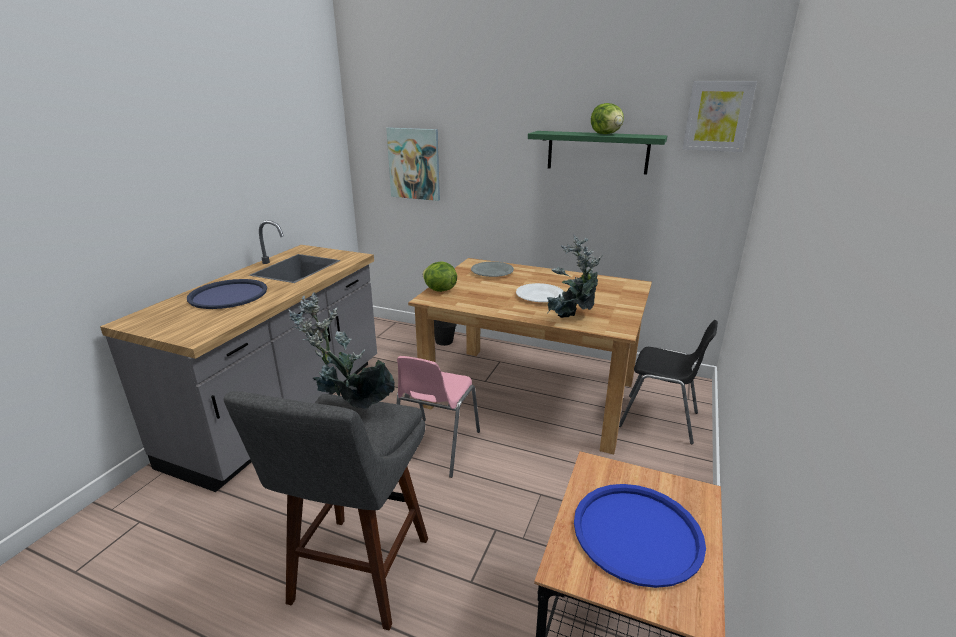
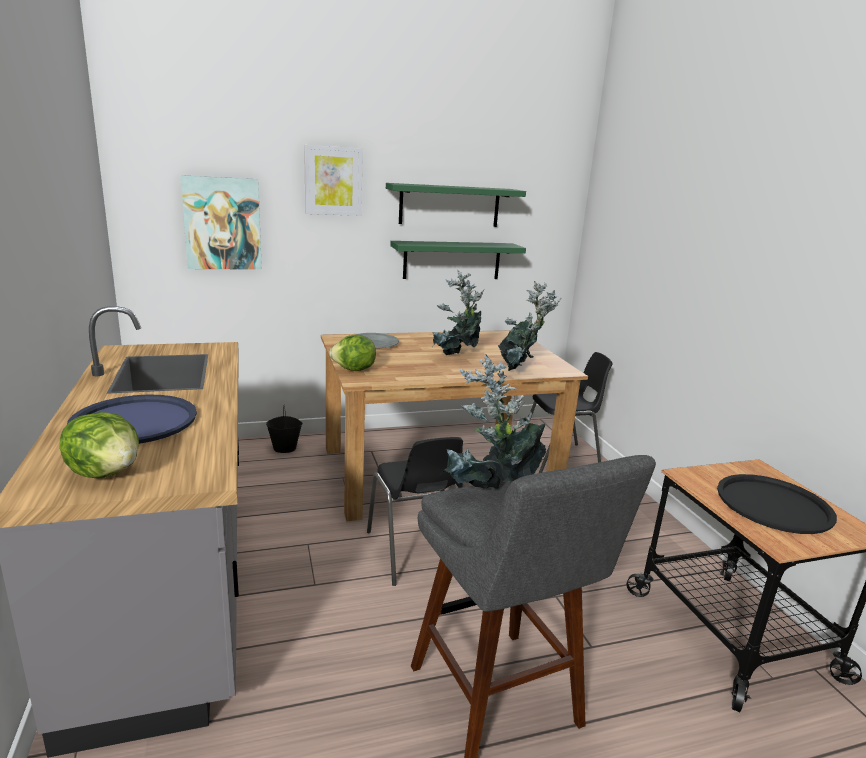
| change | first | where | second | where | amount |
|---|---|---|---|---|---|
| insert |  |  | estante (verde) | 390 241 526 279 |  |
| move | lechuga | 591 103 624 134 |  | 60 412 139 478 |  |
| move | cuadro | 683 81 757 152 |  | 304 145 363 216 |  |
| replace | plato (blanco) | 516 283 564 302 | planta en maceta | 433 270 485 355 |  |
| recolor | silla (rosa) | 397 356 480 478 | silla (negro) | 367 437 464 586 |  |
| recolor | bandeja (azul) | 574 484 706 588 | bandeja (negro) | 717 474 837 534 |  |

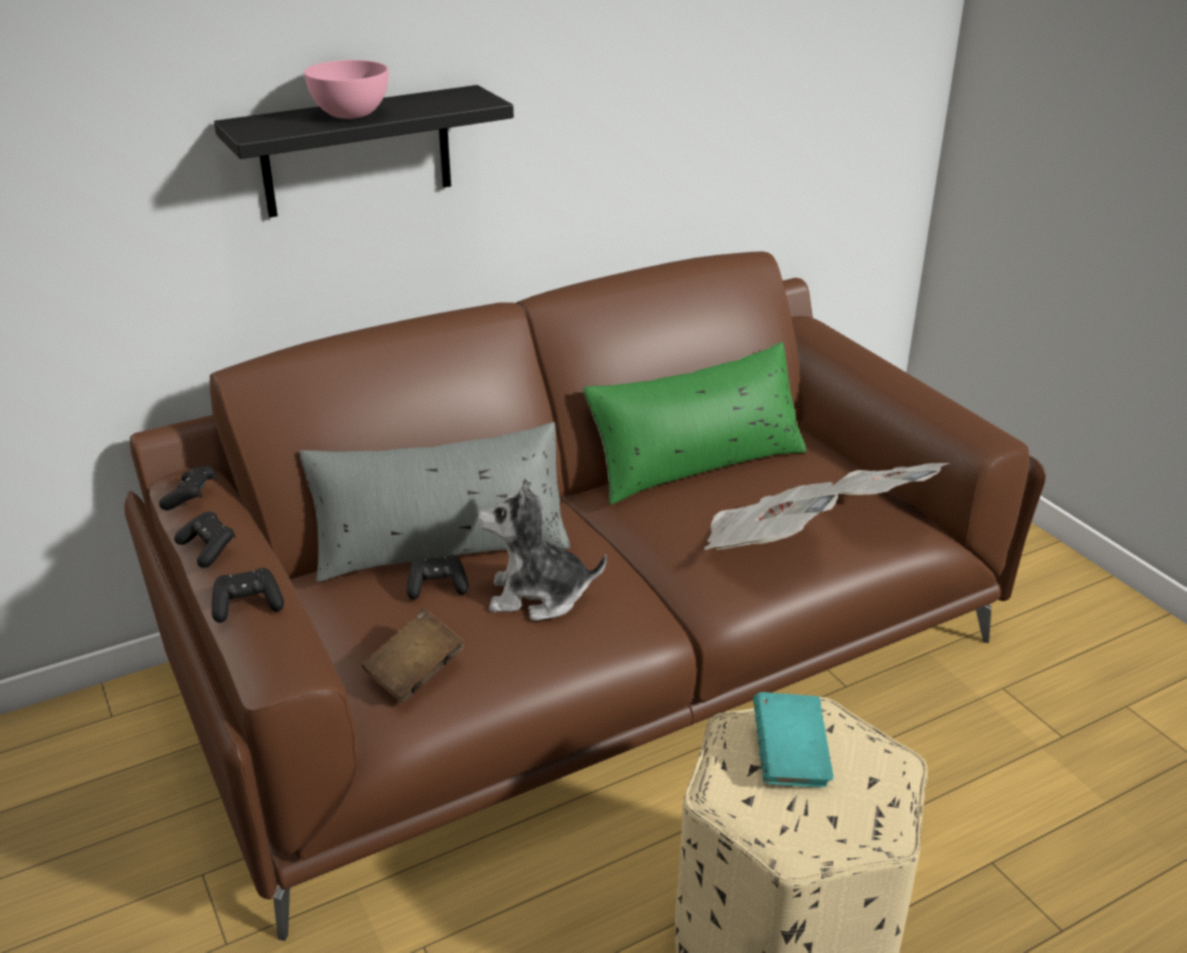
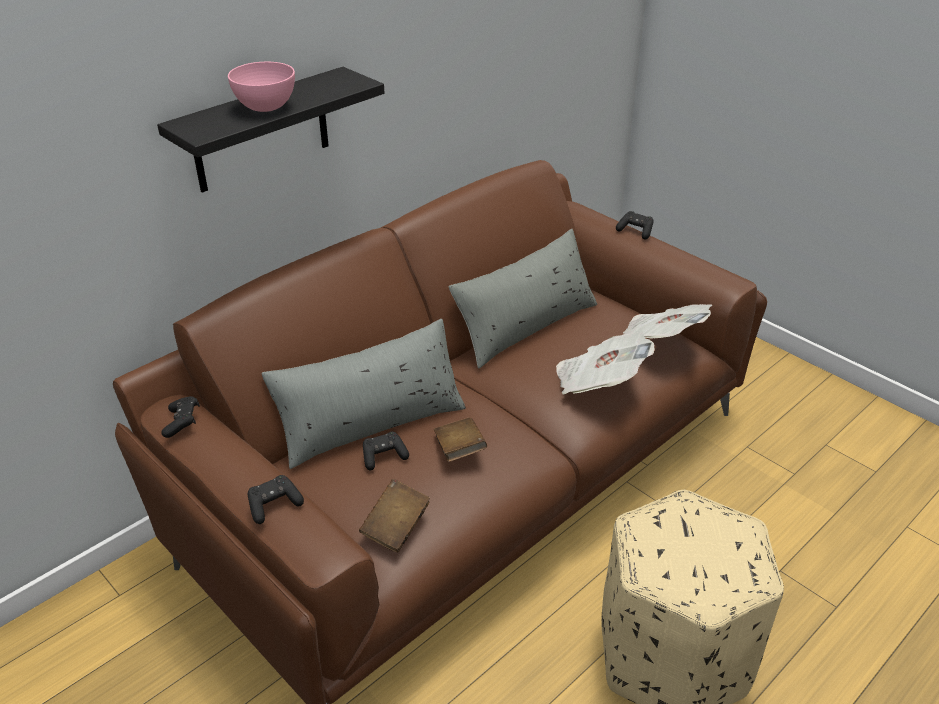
| change | first | where | second | where | amount |
|---|---|---|---|---|---|
| delete | libro (turquesa) | 753 692 834 787 |  |  |  |
| move | mando de consola (negro) | 174 512 236 568 |  | 616 211 654 240 |  |
| replace | peluche | 477 478 607 621 | libro (marrón) | 434 418 487 462 |  |
| recolor | cojín (verde) | 583 342 807 505 | cojín (gris) | 449 229 597 369 |  |

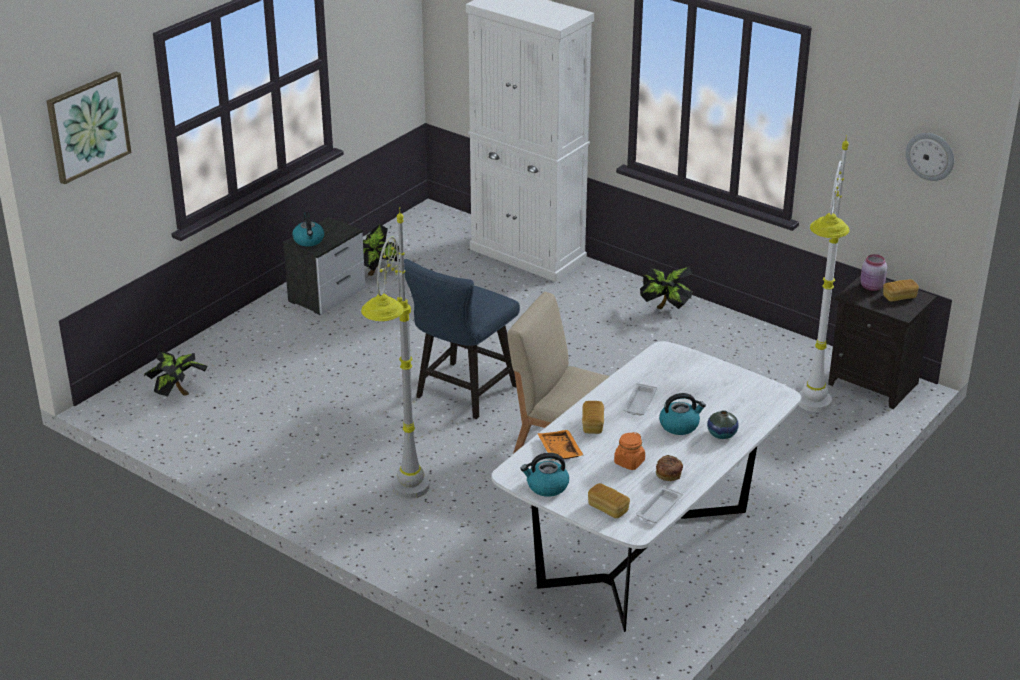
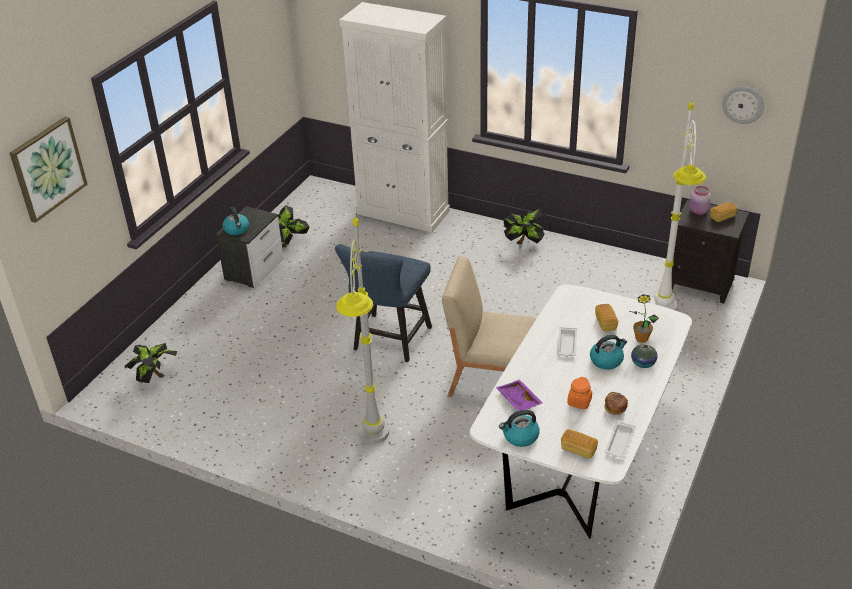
| change | first | where | second | where | amount |
|---|---|---|---|---|---|
| insert |  |  | planta en maceta | 630 294 659 343 |  |
| move | pan | 582 401 604 434 |  | 595 304 618 331 |  |
| recolor | bandeja (naranja) | 537 430 584 460 | bandeja (morado) | 496 380 543 411 |  |

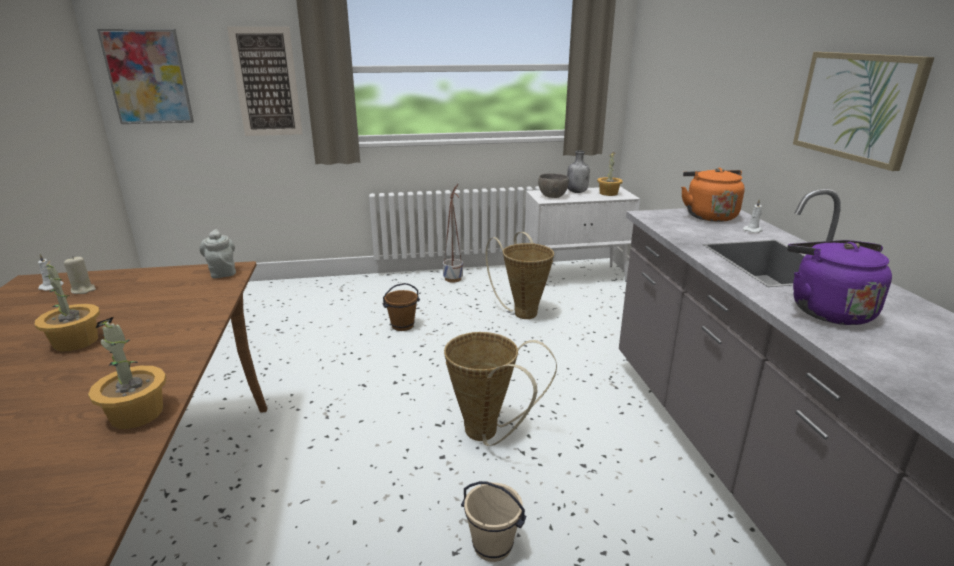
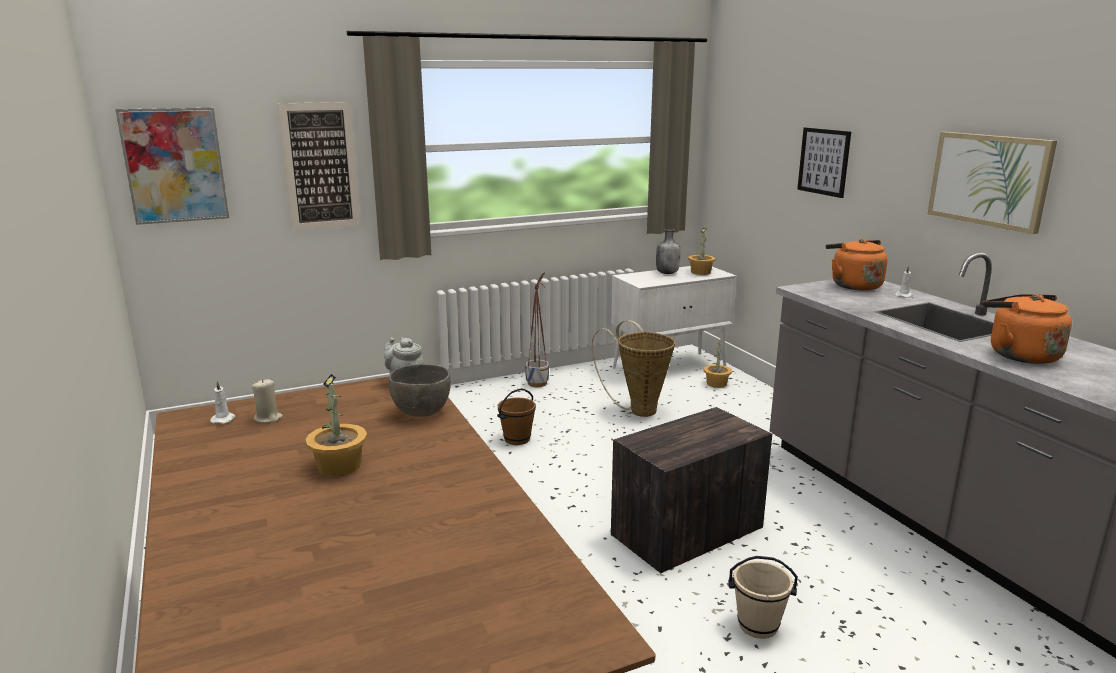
| change | first | where | second | where | amount |
|---|---|---|---|---|---|
| insert |  |  | cuadro | 797 128 851 198 |  |
| move | planta en maceta | 88 317 166 429 |  | 704 341 732 388 |  |
| move | cuenco (gris) | 538 173 569 198 |  | 388 364 451 417 |  |
| replace | cesta | 444 332 557 446 | caja de embalaje | 611 407 772 573 |  |
| recolor | hervidor (morado) | 787 240 892 325 | hervidor (naranja) | 983 294 1072 364 |  |

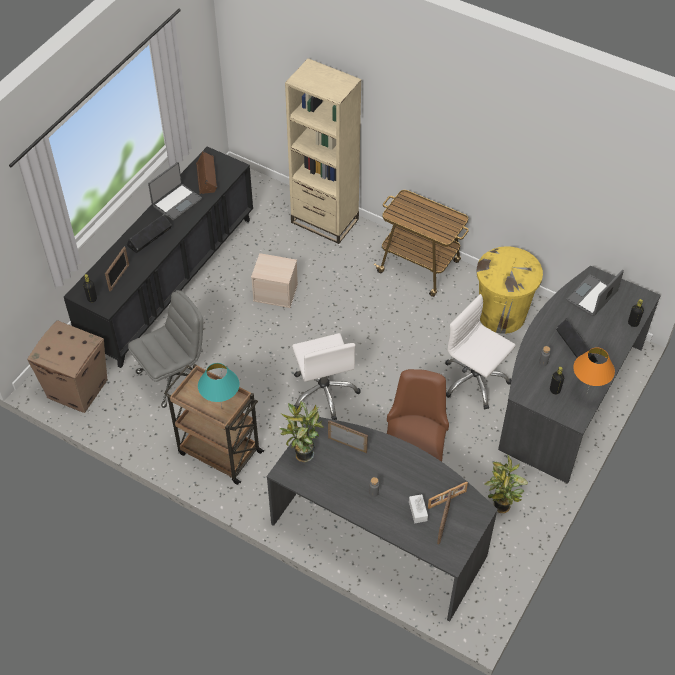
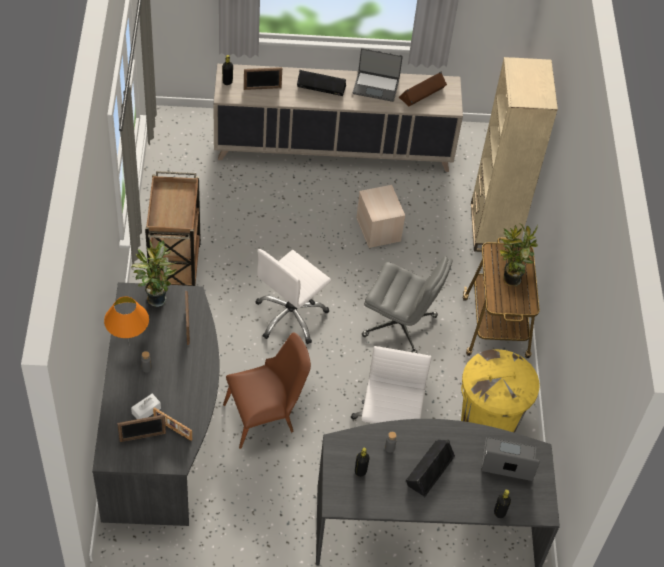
| change | first | where | second | where | amount |
|---|---|---|---|---|---|
| delete | caja de cartón | 27 320 108 413 |  |  |  |
| delete | lámpara de mesa (turquesa) | 198 363 239 407 |  |  |  |
| move | silla de oficina (gris) | 128 290 203 408 |  | 362 256 452 353 |  |
| move | planta en maceta | 485 455 528 513 |  | 500 223 538 287 |  |
| move | lámpara de mesa (naranja) | 573 347 615 393 |  | 104 296 149 347 |  |
| recolor | armario (negro) | 64 147 253 368 | armario (beis) | 213 64 463 172 |  |

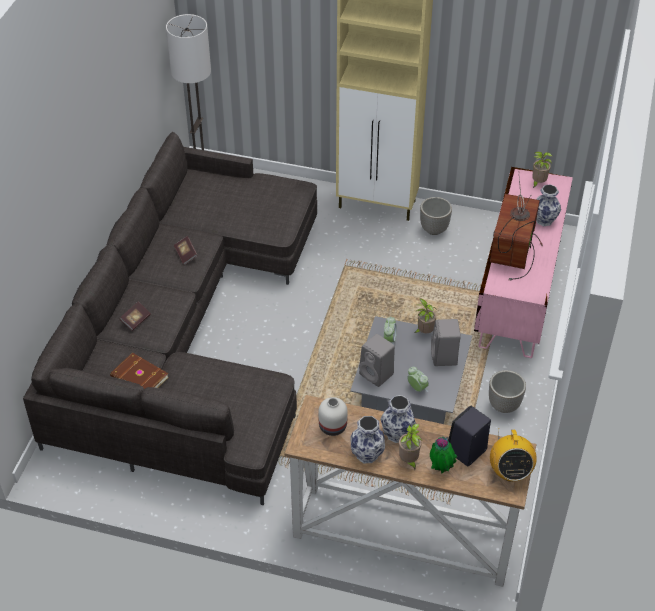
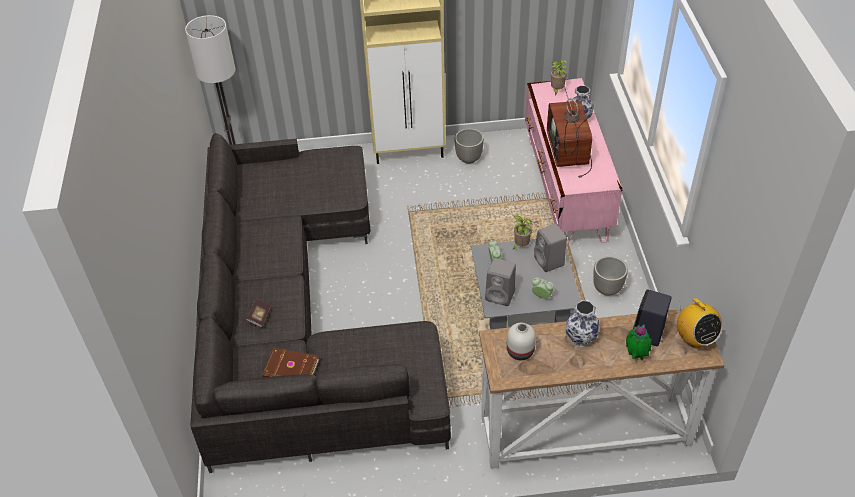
| change | first | where | second | where | amount |
|---|---|---|---|---|---|
| delete | libro | 174 236 198 265 |  |  |  |
| delete | florero | 350 416 385 463 |  |  |  |
| delete | planta en maceta | 399 424 422 469 |  |  |  |

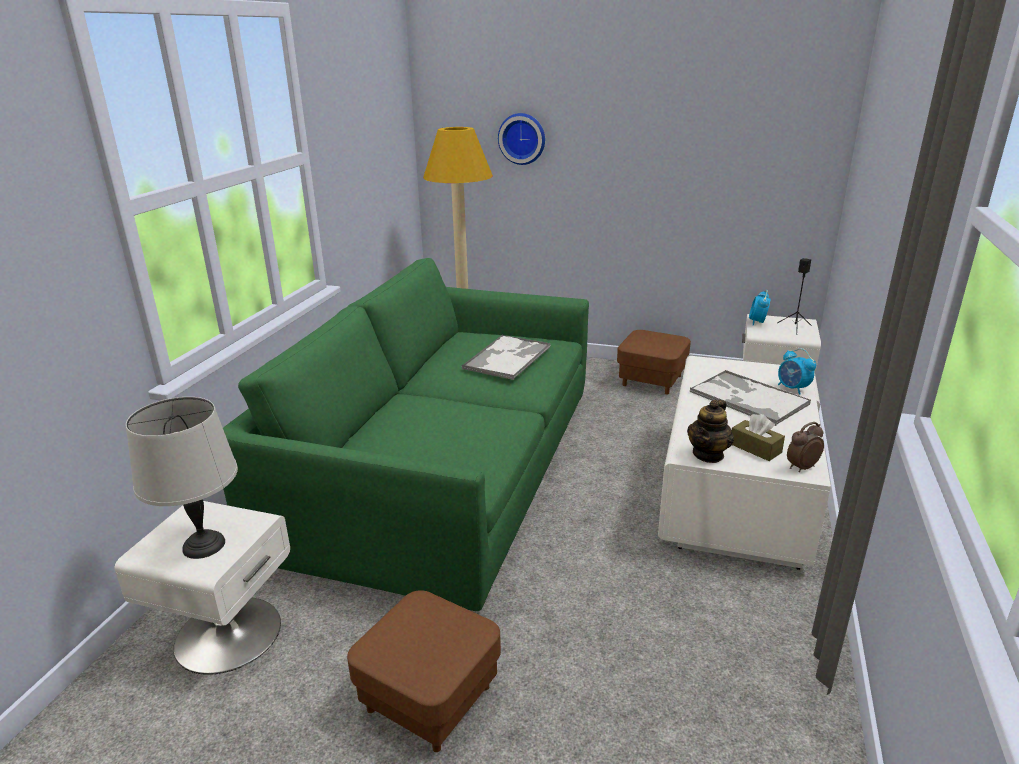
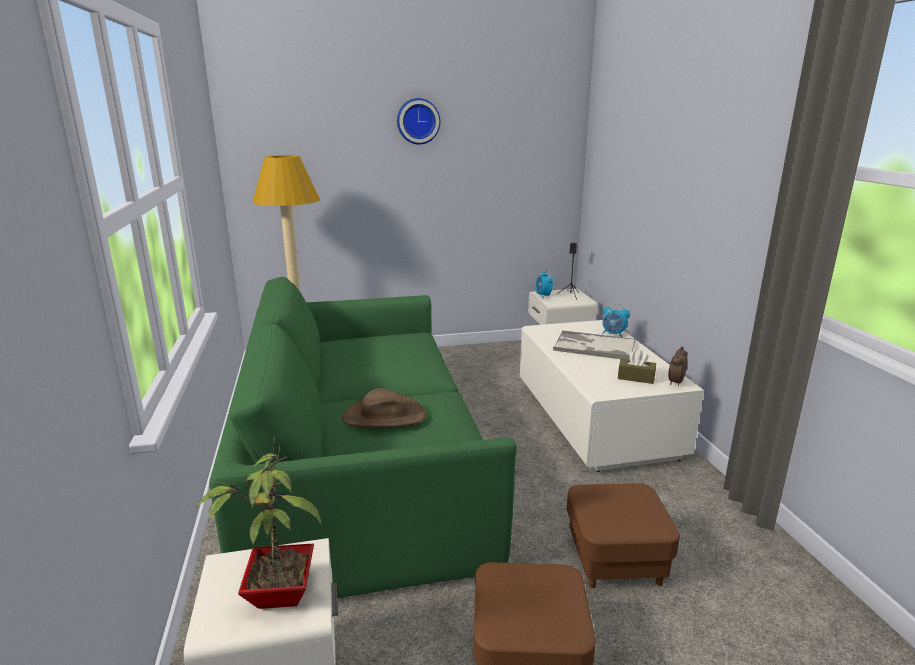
| change | first | where | second | where | amount |
|---|---|---|---|---|---|
| delete | bandeja | 462 334 551 380 |  |  |  |
| delete | tetera | 687 400 734 463 |  |  |  |
| insert |  |  | sombrero (marrón) | 342 388 426 427 |  |
| move | reloj de pared | 498 113 545 165 |  | 397 98 440 145 |  |
| move | puf (marrón) | 617 330 691 395 |  | 567 483 680 588 |  |
| replace | lámpara de mesa (gris) | 126 397 238 559 | planta en maceta | 195 435 322 609 |  |

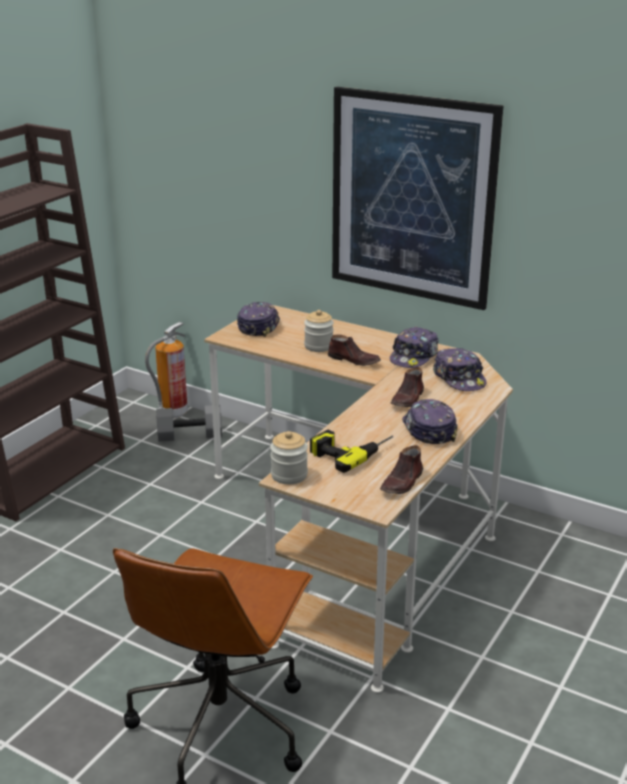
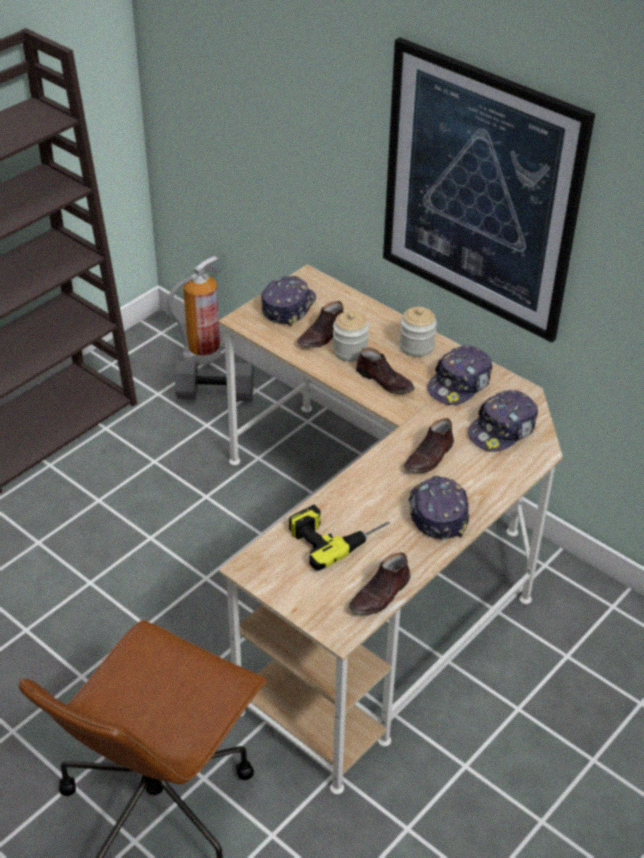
| change | first | where | second | where | amount |
|---|---|---|---|---|---|
| insert |  |  | zapato (marrón) | 297 301 343 347 |  |
| move | tarro | 270 431 308 484 |  | 399 307 437 357 |  |
| rotate | gorra | 433 348 486 391 |  | 468 390 538 452 | 60 degrees clockwise |

